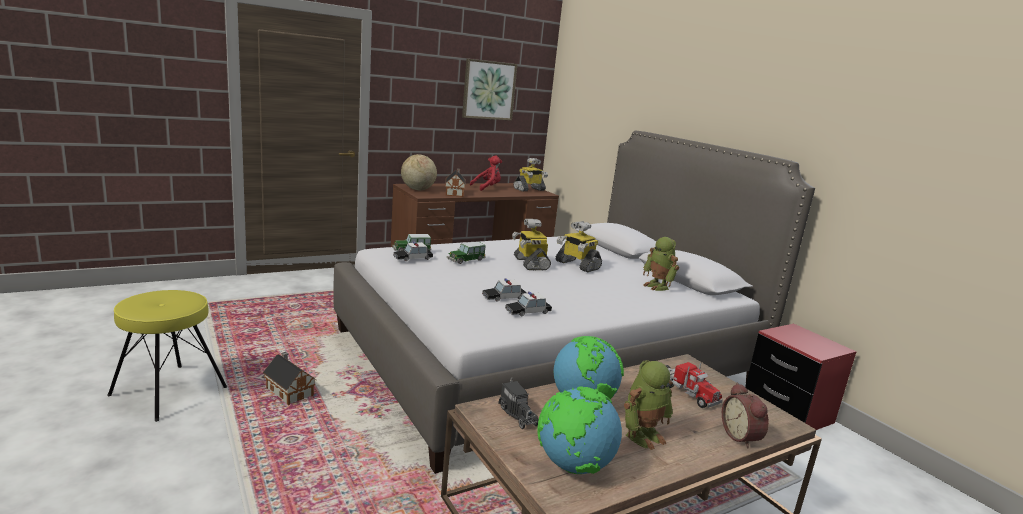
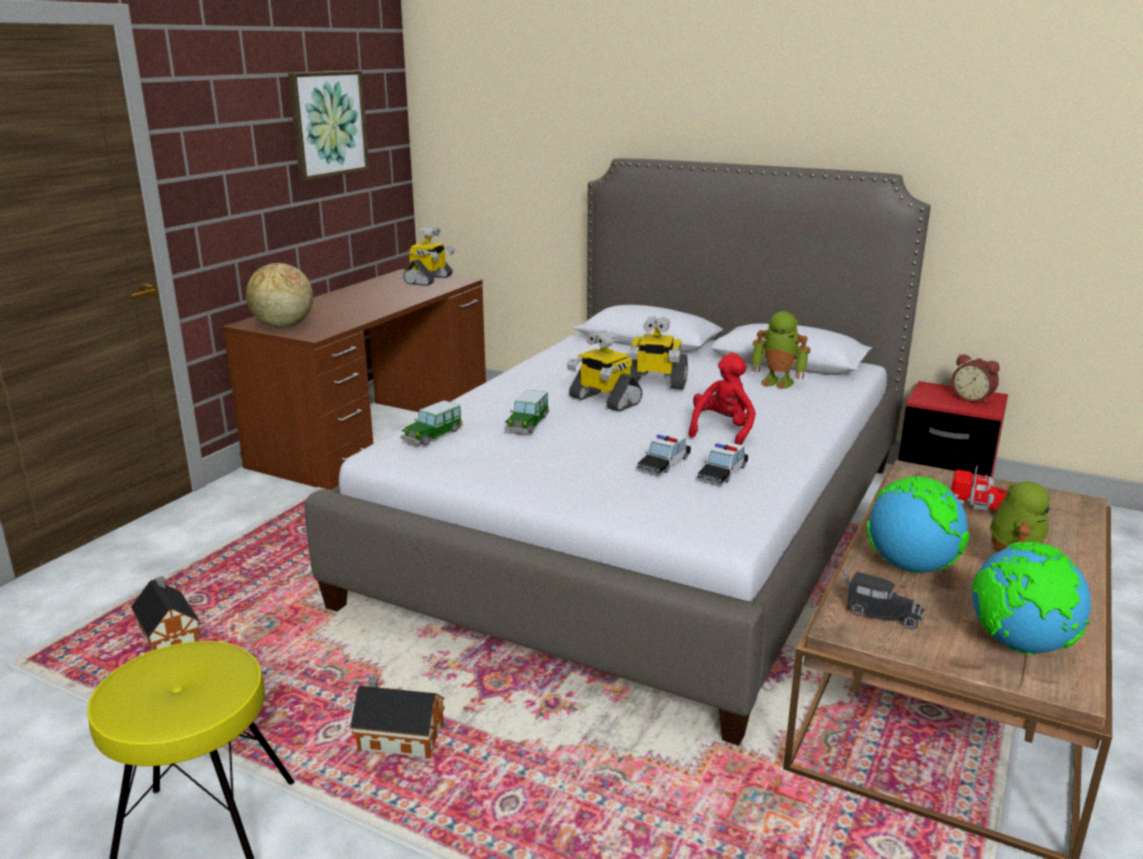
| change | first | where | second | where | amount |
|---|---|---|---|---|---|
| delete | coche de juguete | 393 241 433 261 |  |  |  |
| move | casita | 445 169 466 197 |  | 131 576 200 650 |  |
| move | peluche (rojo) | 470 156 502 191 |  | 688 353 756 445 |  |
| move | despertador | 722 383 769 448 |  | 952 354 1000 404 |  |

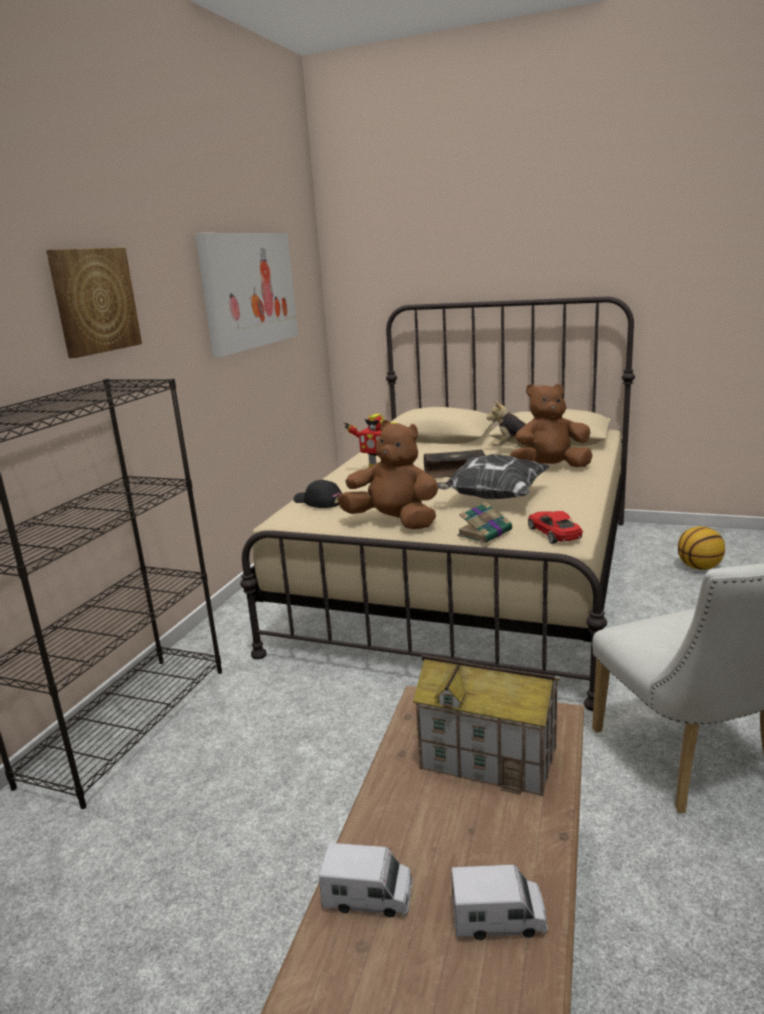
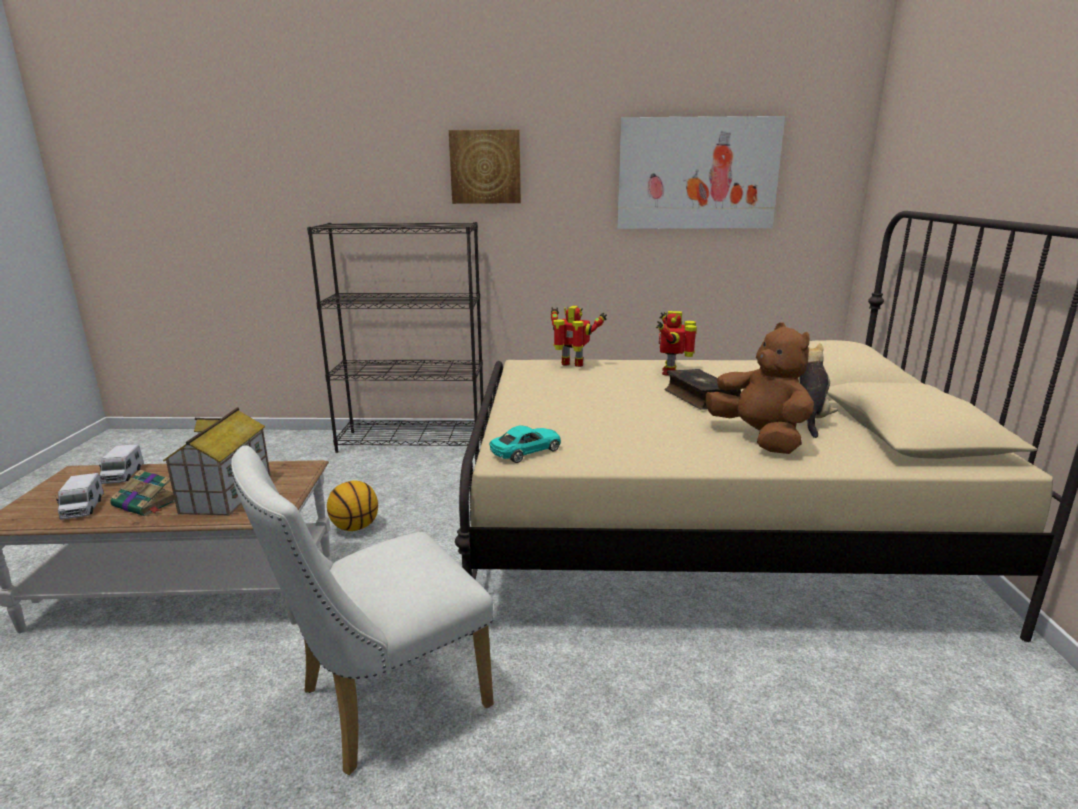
| change | first | where | second | where | amount |
|---|---|---|---|---|---|
| delete | peluche (marrón) | 337 420 438 530 |  |  |  |
| delete | cojín | 437 454 550 499 |  |  |  |
| move | libro | 457 502 512 543 |  | 110 469 175 516 |  |
| move | balón de baloncesto | 678 526 725 570 |  | 327 481 378 531 |  |
| replace | gorra (negro) | 293 480 342 508 | robot de juguete | 551 306 607 367 |  |
| recolor | coche de juguete (rojo) | 528 511 583 544 | coche de juguete (turquesa) | 489 425 561 463 |  |

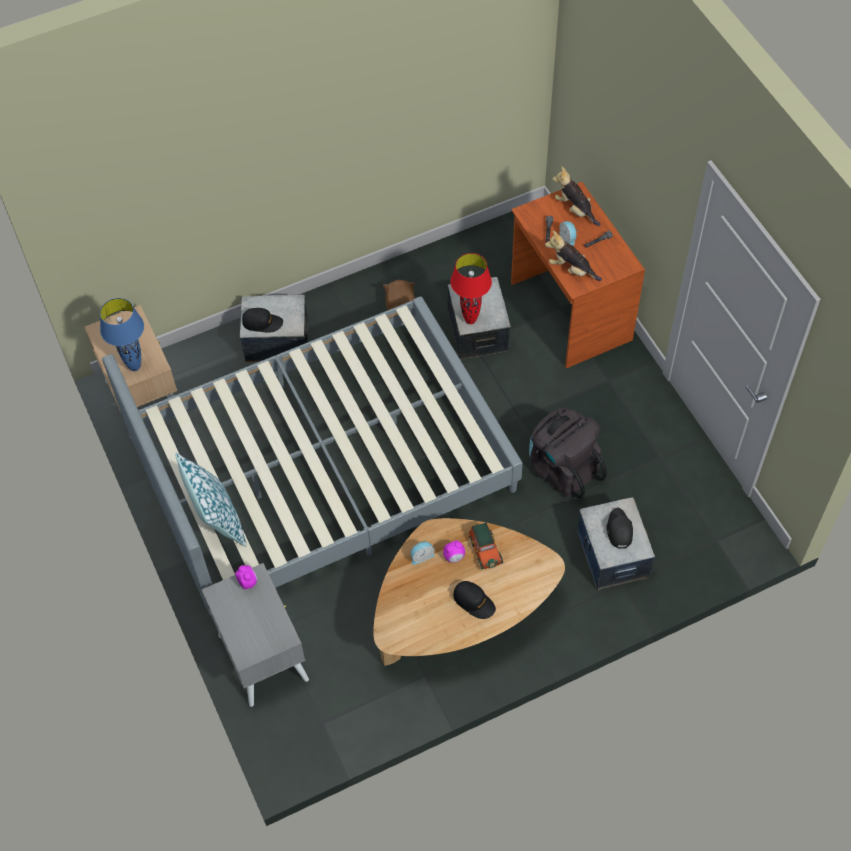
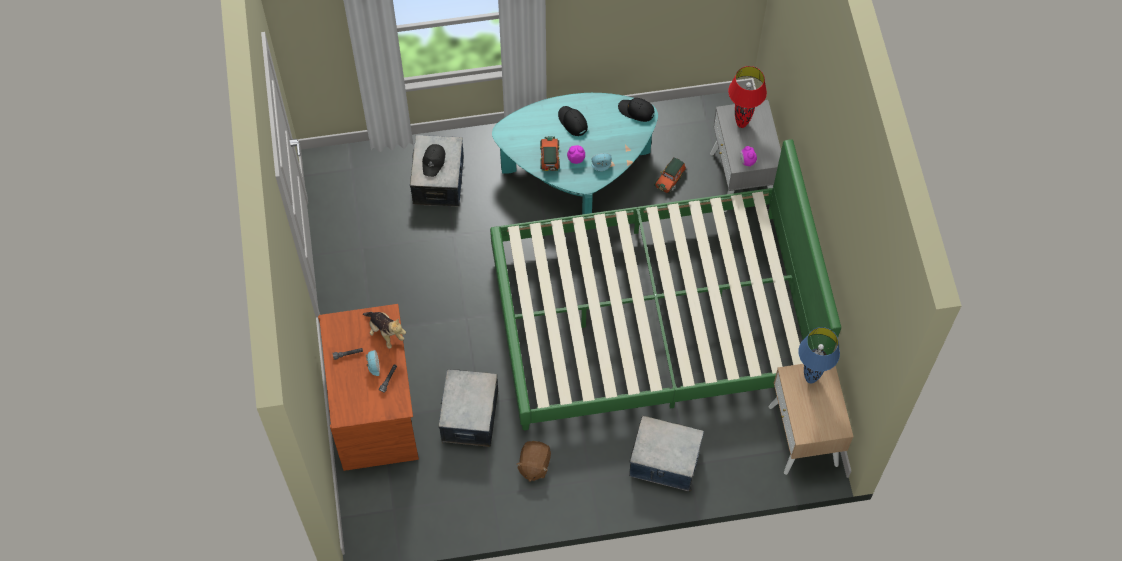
| change | first | where | second | where | amount |
|---|---|---|---|---|---|
| delete | cojín | 175 453 247 547 |  |  |  |
| delete | mochila (negro) | 529 408 607 498 |  |  |  |
| delete | peluche | 553 167 600 226 |  |  |  |
| insert |  |  | coche de juguete | 654 157 686 194 |  |
| move | gorra (negro) | 242 308 283 333 |  | 618 98 655 122 |  |
| move | lámpara de mesa (rojo) | 450 253 492 324 |  | 728 66 767 128 |  |
| recolor | cama (gris) | 102 297 523 615 | cama (verde) | 490 139 841 430 |  |
| recolor | mesa de centro (marrón) | 374 518 565 666 | mesa de centro (turquesa) | 492 93 658 214 |  |

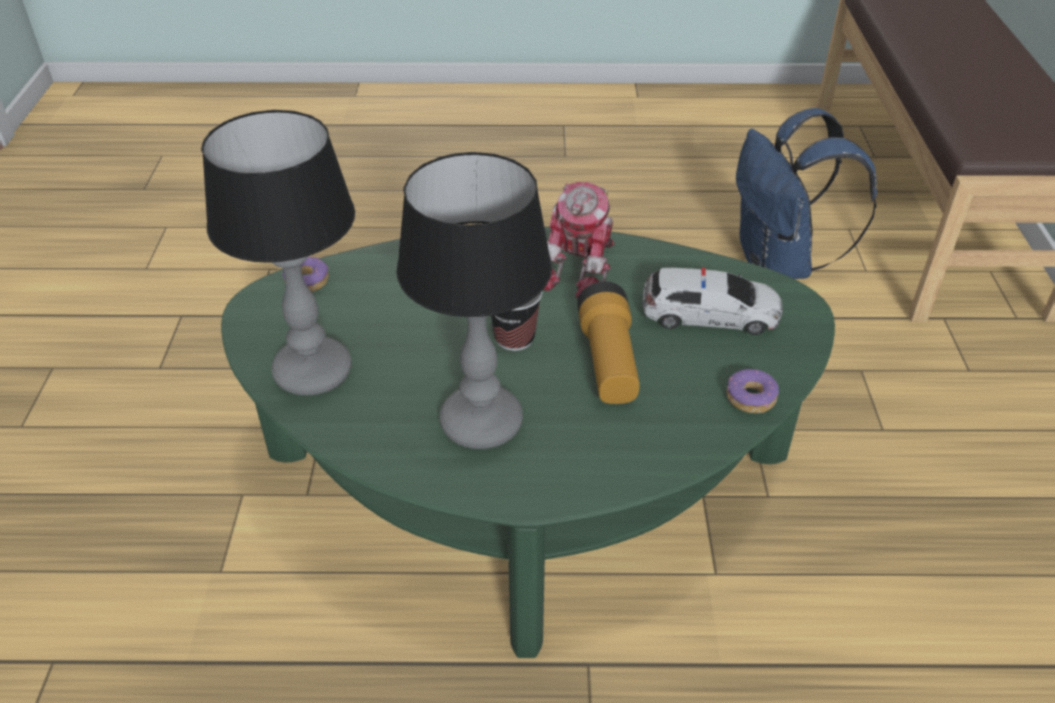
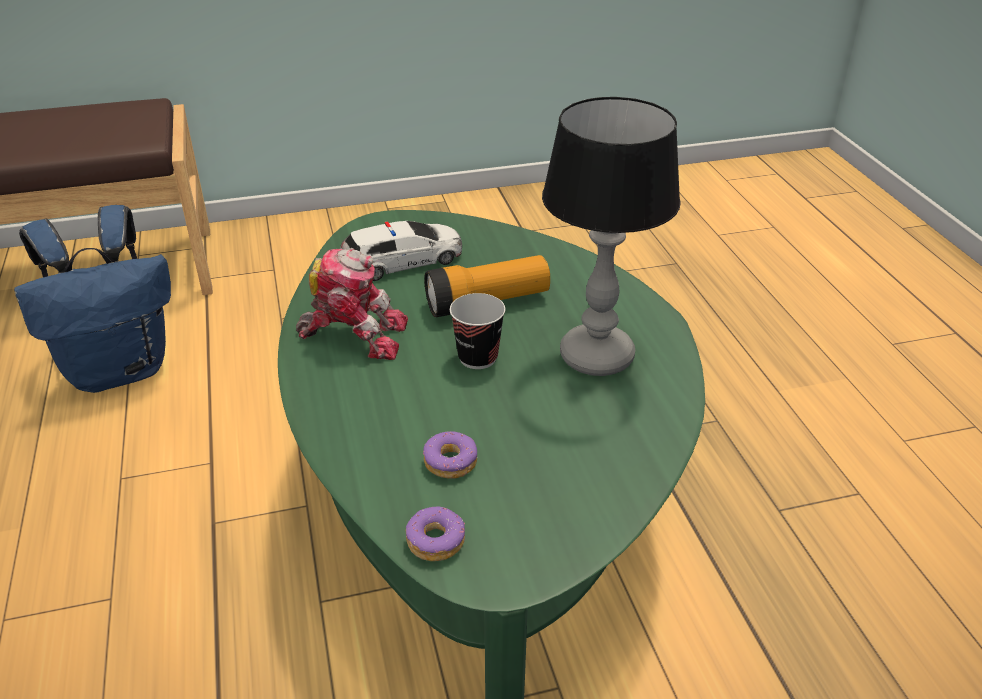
| change | first | where | second | where | amount |
|---|---|---|---|---|---|
| delete | lámpara de mesa | 201 110 355 396 |  |  |  |
| move | rosquilla | 726 369 779 413 |  | 423 431 477 479 |  |
| rotate | coche de juguete | 643 267 783 335 |  | 340 221 462 281 | 75 degrees clockwise |

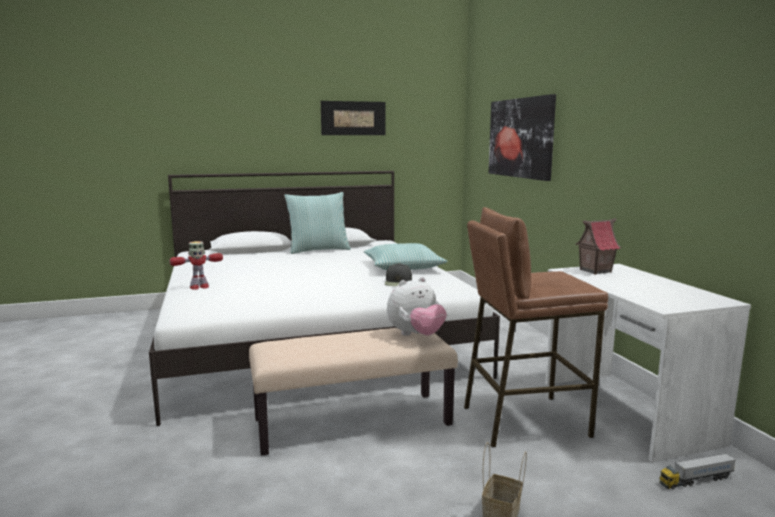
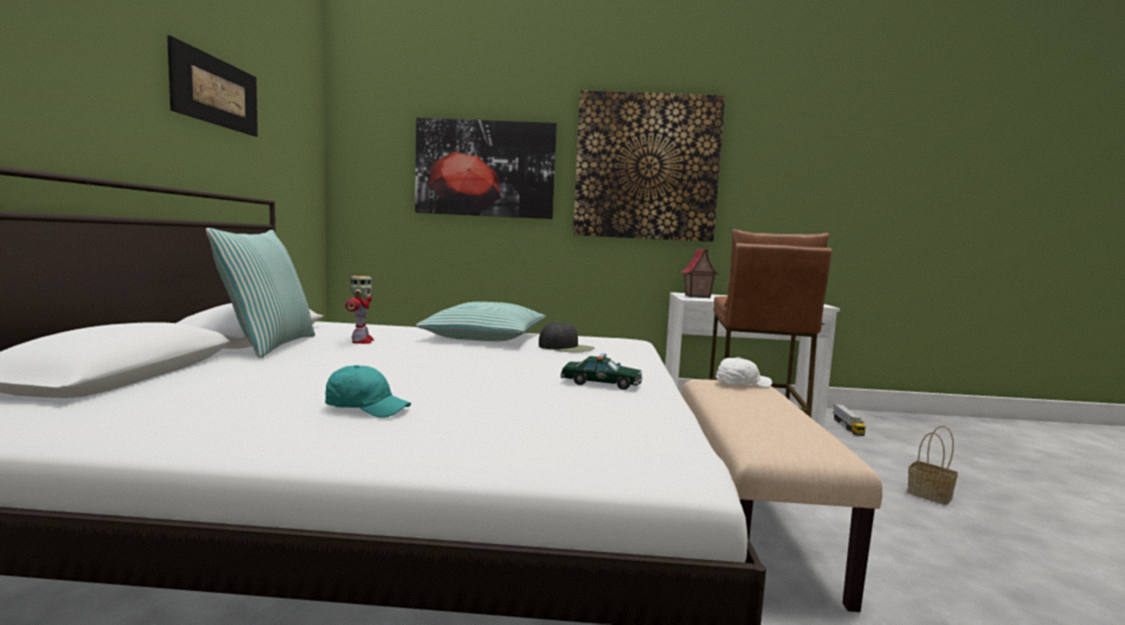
| change | first | where | second | where | amount |
|---|---|---|---|---|---|
| insert |  |  | gorra (turquesa) | 325 365 411 418 |  |
| insert |  |  | coche de juguete | 560 353 642 390 |  |
| insert |  |  | cuadro | 573 90 725 242 |  |
| move | robot de juguete | 169 241 223 290 |  | 345 276 374 344 |  |
| replace | peluche | 387 277 447 336 | gorra (blanco) | 716 357 772 388 |  |

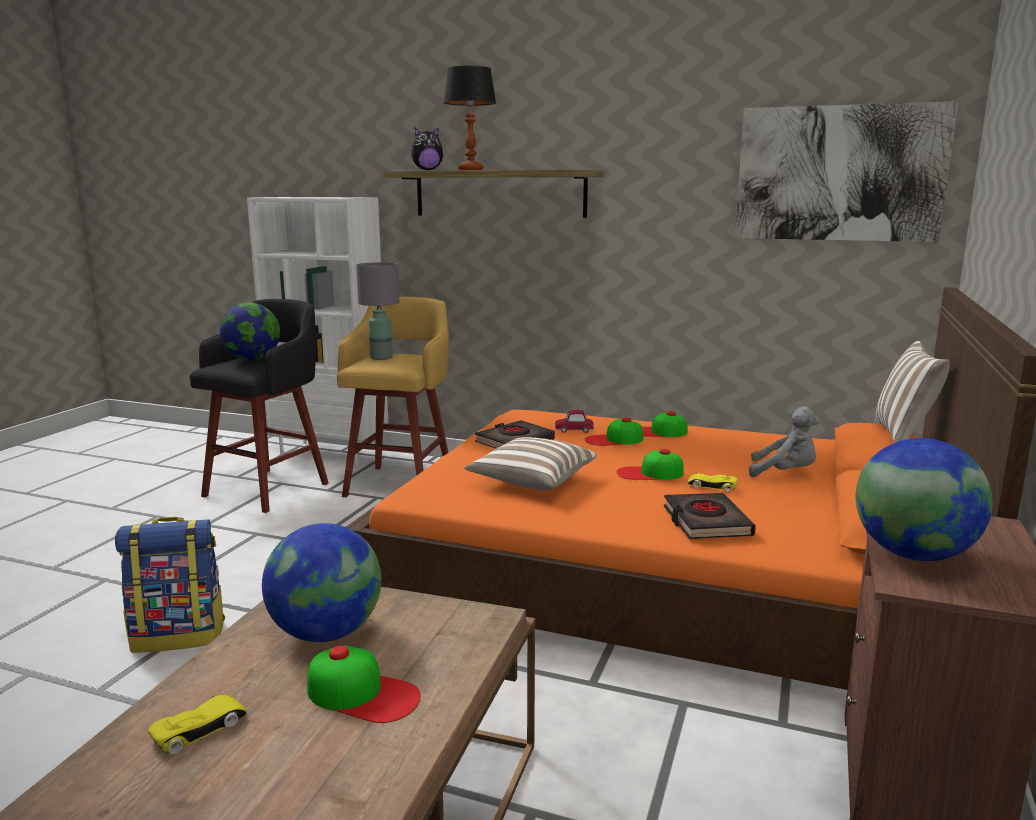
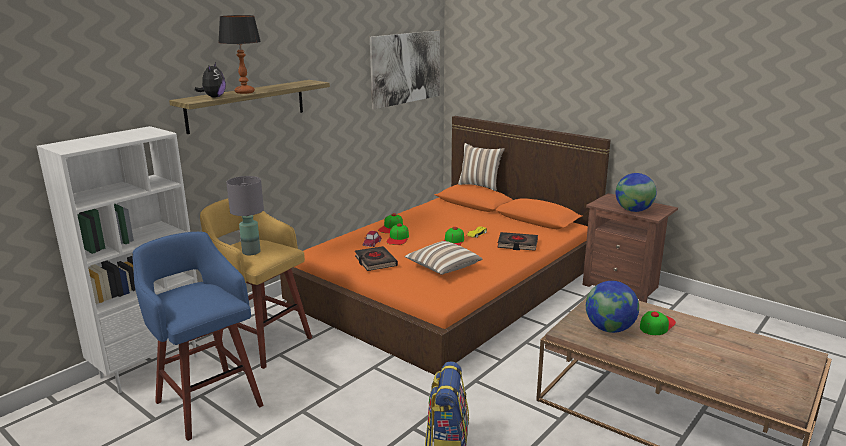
| change | first | where | second | where | amount |
|---|---|---|---|---|---|
| delete | coche de juguete (amarillo) | 148 695 246 754 |  |  |  |
| delete | globo terráqueo | 220 303 280 360 |  |  |  |
| delete | peluche (gris) | 749 406 820 477 |  |  |  |
| recolor | taburete (negro) | 189 299 329 513 | taburete (azul) | 132 232 264 441 |  |

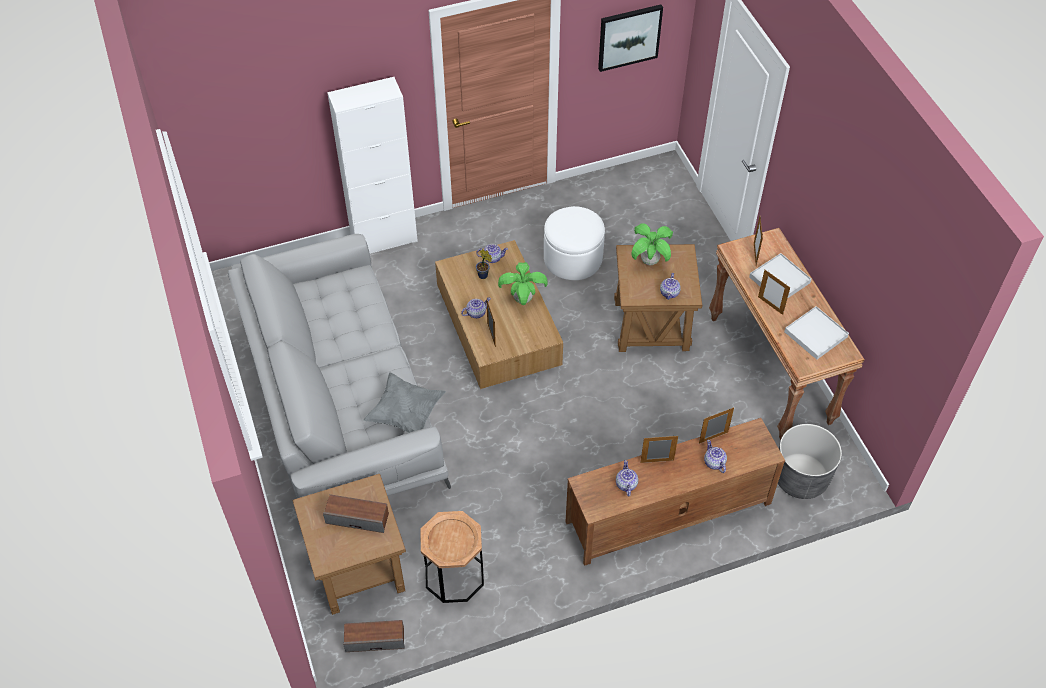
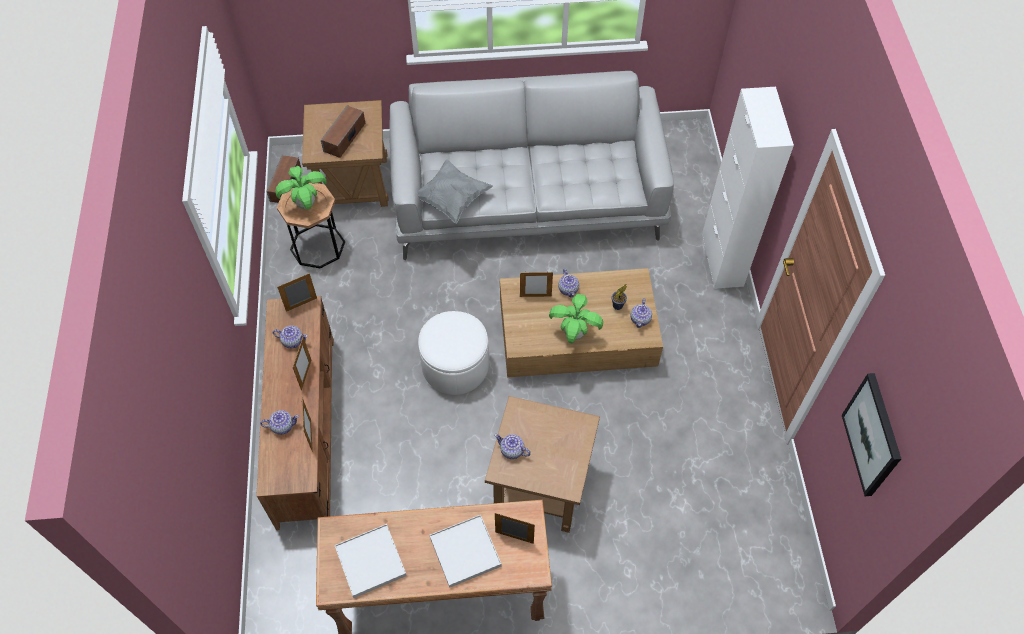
| change | first | where | second | where | amount |
|---|---|---|---|---|---|
| delete | maceta (gris) | 778 424 842 499 |  |  |  |
| move | puf (blanco) | 544 206 605 280 |  | 418 311 489 395 |  |
| move | planta en maceta | 631 223 673 266 |  | 275 166 327 209 |  |
| move | portarretratos | 758 270 790 315 |  | 277 273 317 312 |  |

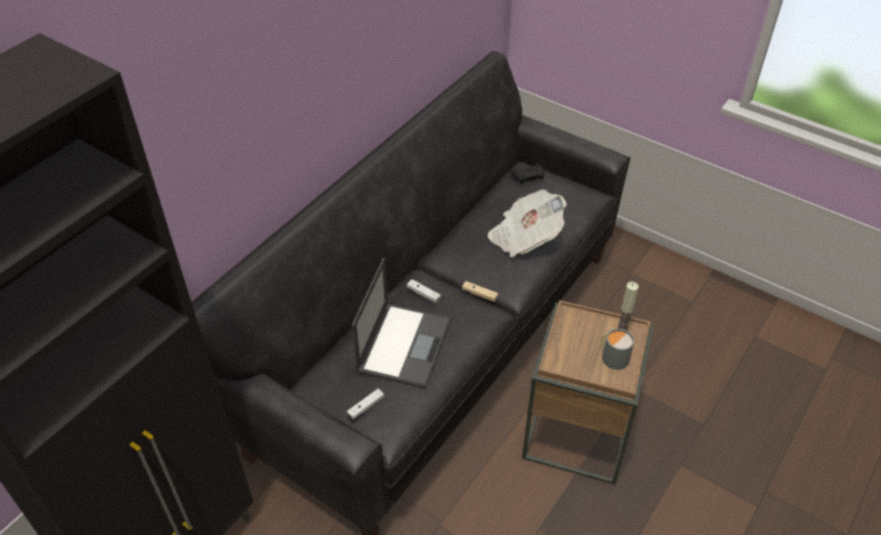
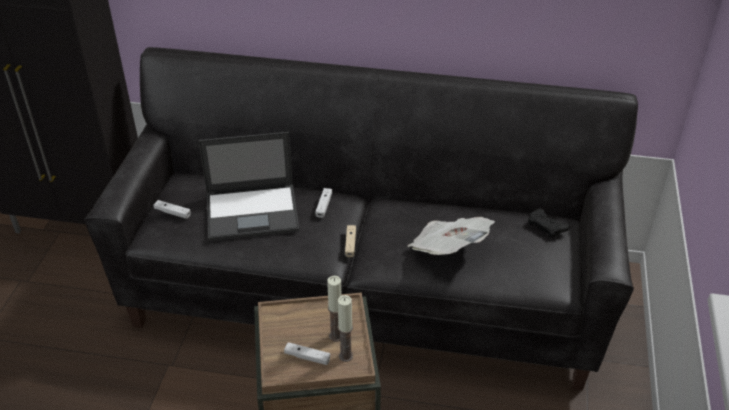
| change | first | where | second | where | amount |
|---|---|---|---|---|---|
| insert |  |  | vela | 327 276 342 342 |  |
| replace | taza grande (gris) | 601 329 634 370 | mando de consola (blanco) | 284 342 330 365 |  |

